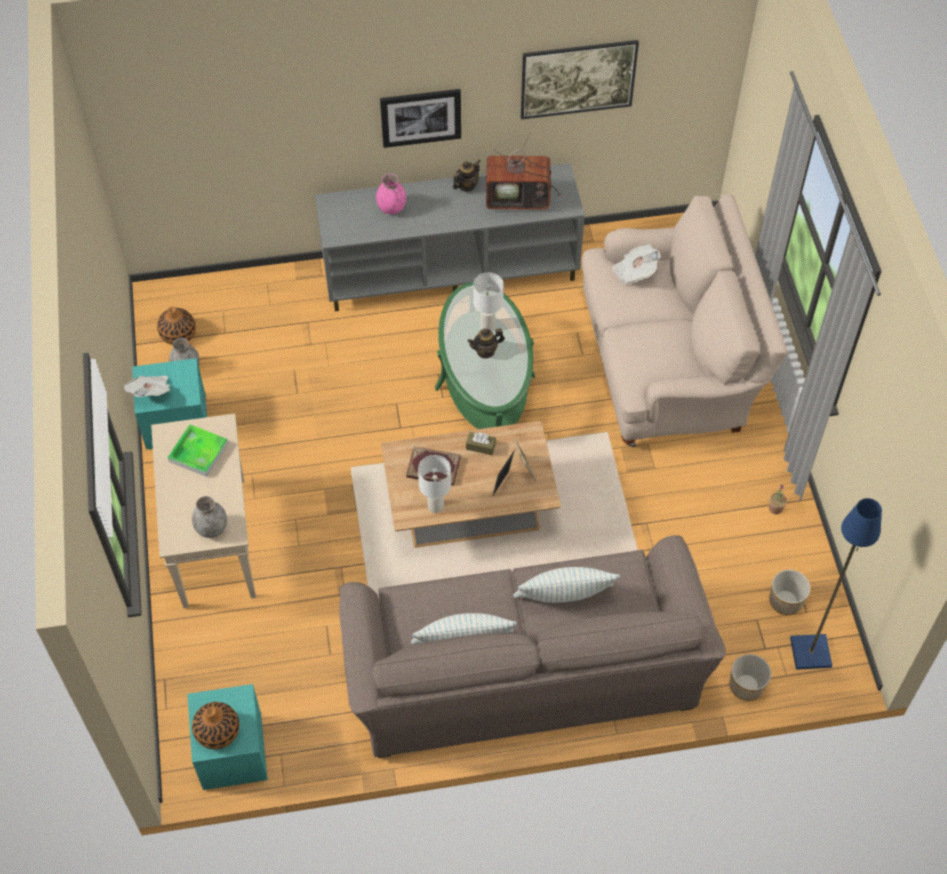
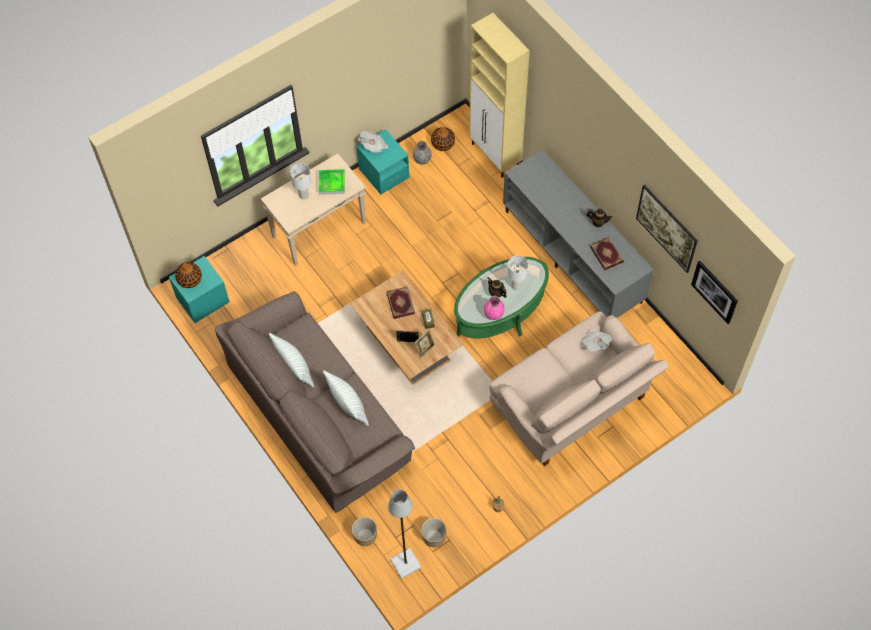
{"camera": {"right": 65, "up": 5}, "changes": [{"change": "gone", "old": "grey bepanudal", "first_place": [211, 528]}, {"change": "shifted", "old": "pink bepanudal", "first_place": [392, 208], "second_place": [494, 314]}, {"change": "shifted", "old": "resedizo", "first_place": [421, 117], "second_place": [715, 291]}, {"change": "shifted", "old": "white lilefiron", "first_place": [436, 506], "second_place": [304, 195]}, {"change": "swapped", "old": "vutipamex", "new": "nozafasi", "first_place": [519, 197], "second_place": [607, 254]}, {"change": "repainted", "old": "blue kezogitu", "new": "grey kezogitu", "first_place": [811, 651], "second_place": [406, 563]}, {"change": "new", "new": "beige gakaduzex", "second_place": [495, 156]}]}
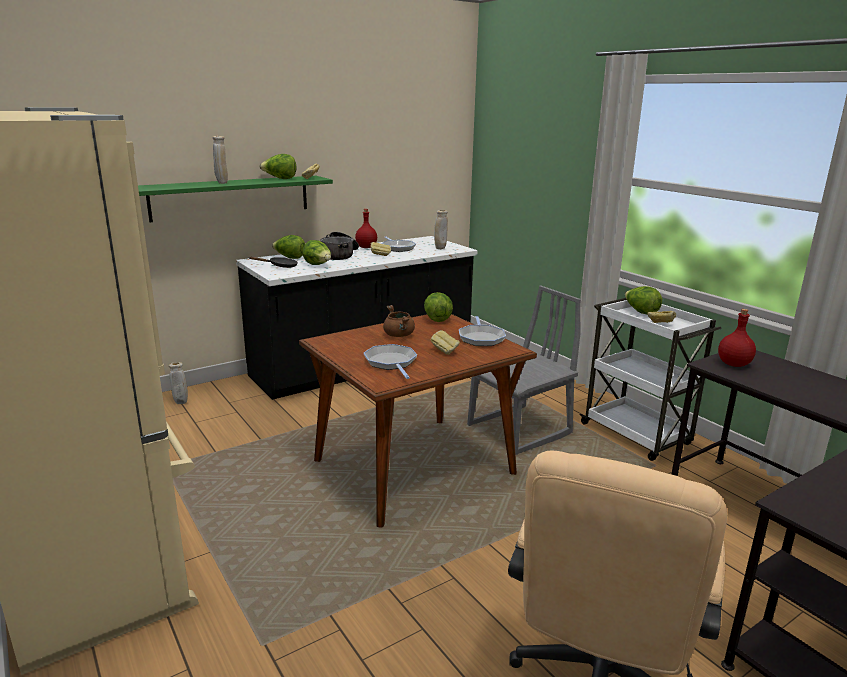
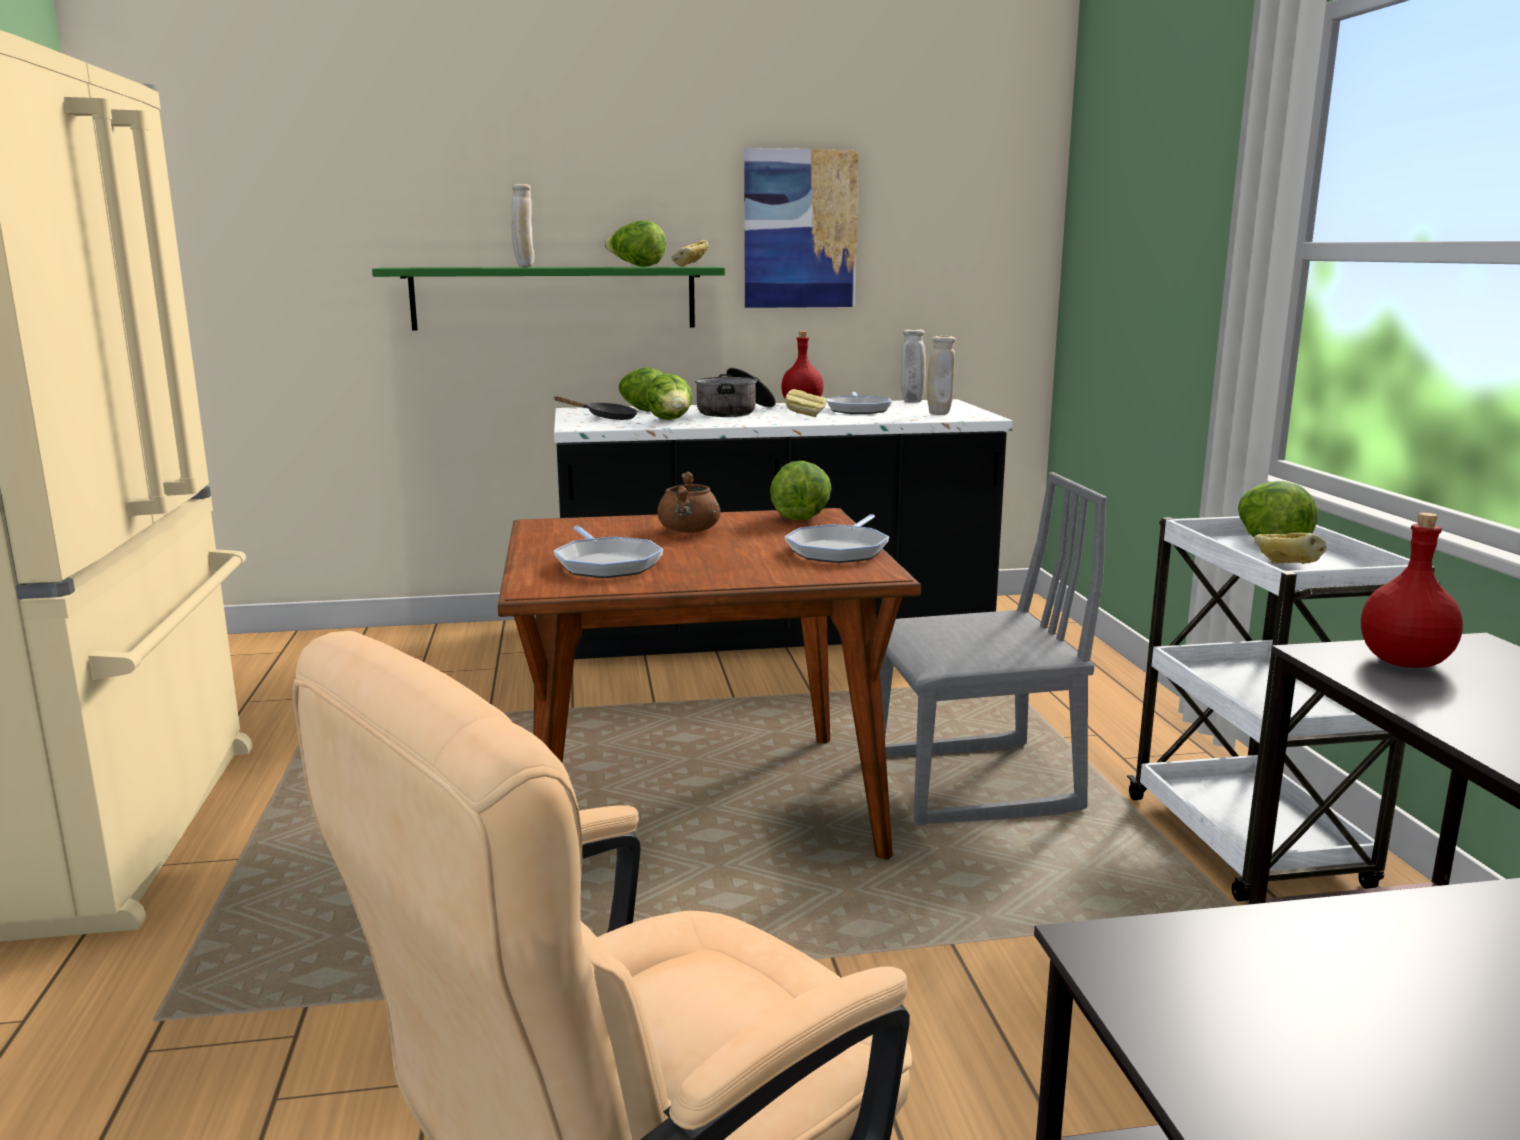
{"camera": {"right": 25, "up": -5}, "changes": [{"change": "shifted", "old": "beige bepanudal", "first_place": [181, 403], "second_place": [912, 402]}, {"change": "rotated", "old": "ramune", "first_place": [391, 363], "second_place": [606, 564], "degrees": 150}, {"change": "gone", "old": "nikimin", "first_place": [445, 351]}, {"change": "new", "new": "resedizo", "second_place": [800, 229]}]}
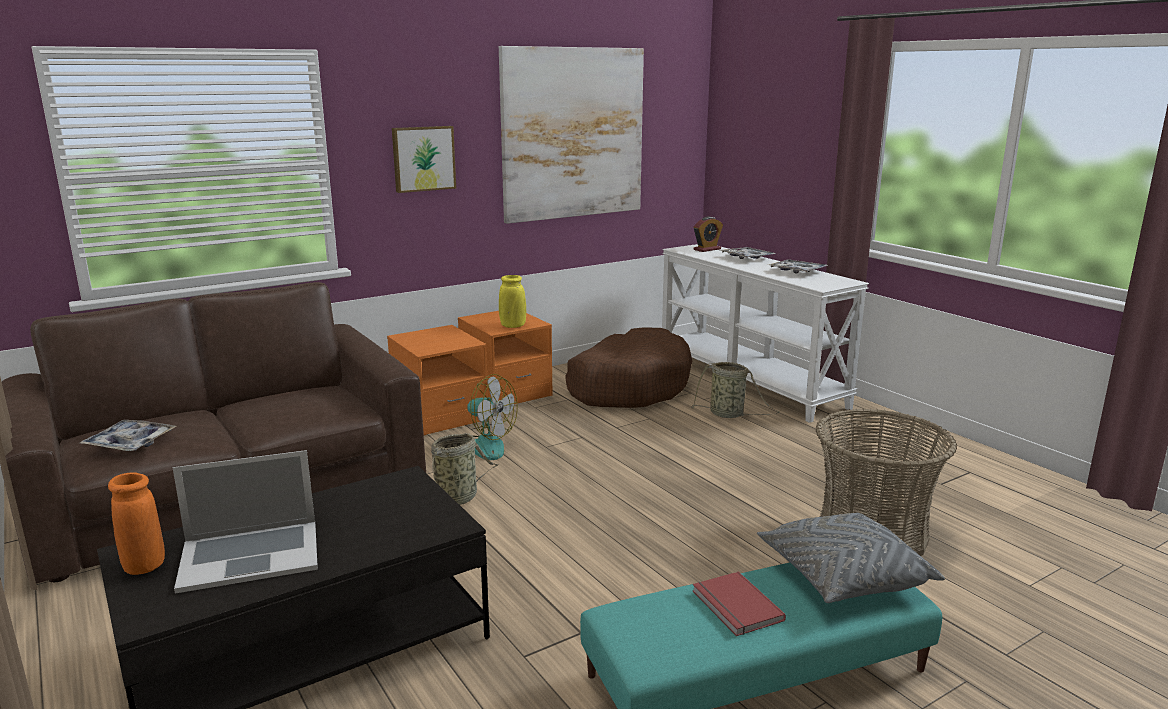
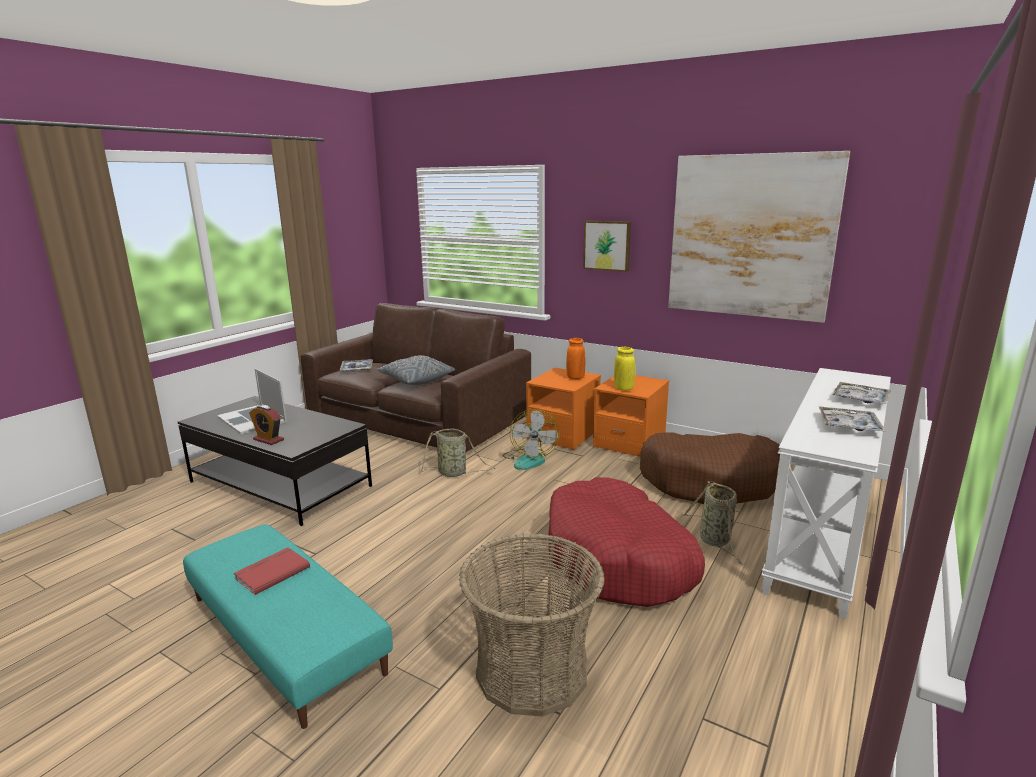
{"camera": {"right": 65, "up": 0}, "changes": [{"change": "shifted", "old": "orange bepanudal", "first_place": [144, 566], "second_place": [575, 377]}, {"change": "shifted", "old": "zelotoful", "first_place": [707, 249], "second_place": [268, 440]}, {"change": "shifted", "old": "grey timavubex", "first_place": [843, 577], "second_place": [416, 380]}, {"change": "new", "new": "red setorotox", "second_place": [618, 559]}]}
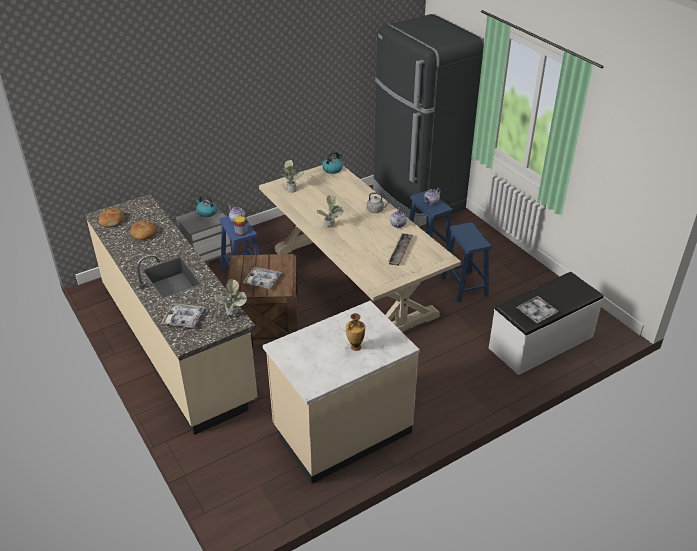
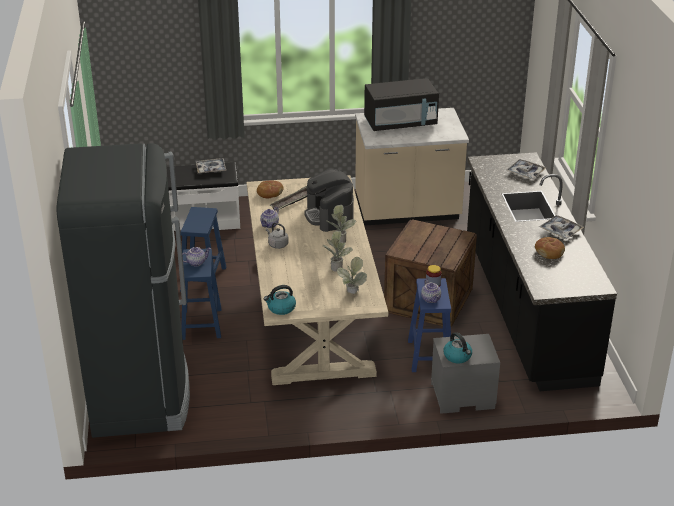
{"camera": {"right": -155, "up": -5}, "changes": [{"change": "repainted", "old": "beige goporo", "new": "black goporo", "first_place": [177, 342], "second_place": [525, 307]}, {"change": "shifted", "old": "nikimin", "first_place": [112, 221], "second_place": [269, 193]}, {"change": "shifted", "old": "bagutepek", "first_place": [233, 316], "second_place": [337, 266]}, {"change": "shifted", "old": "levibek", "first_place": [262, 281], "second_place": [560, 231]}, {"change": "swapped", "old": "bepanudal", "new": "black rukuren", "first_place": [355, 347], "second_place": [400, 123]}, {"change": "new", "new": "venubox", "second_place": [329, 216]}]}
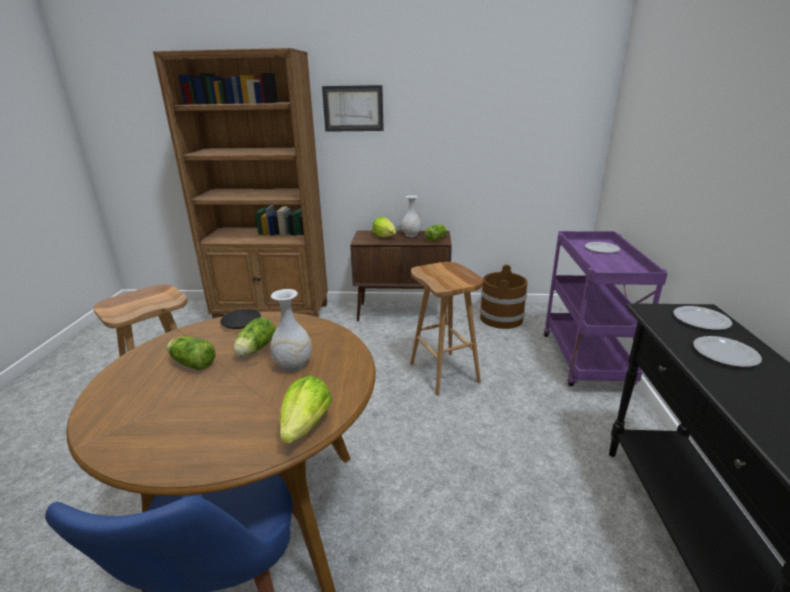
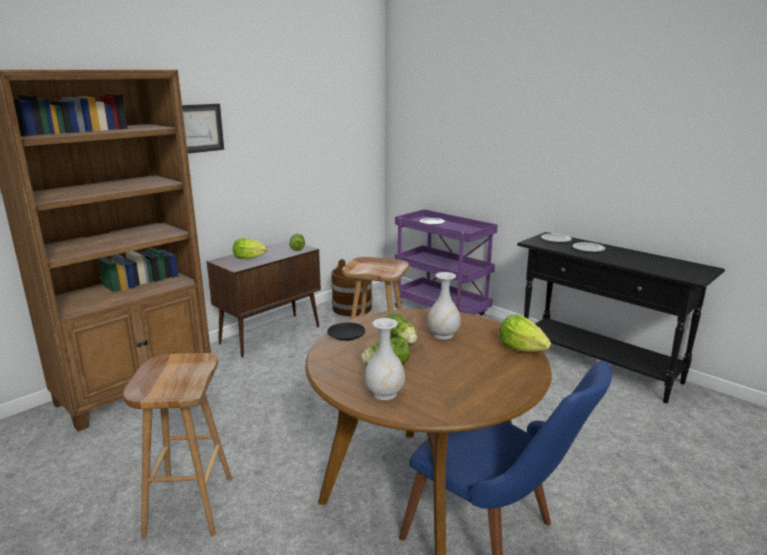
{"camera": {"right": -50, "up": -5}, "changes": [{"change": "shifted", "old": "white bepanudal", "first_place": [411, 235], "second_place": [385, 393]}]}
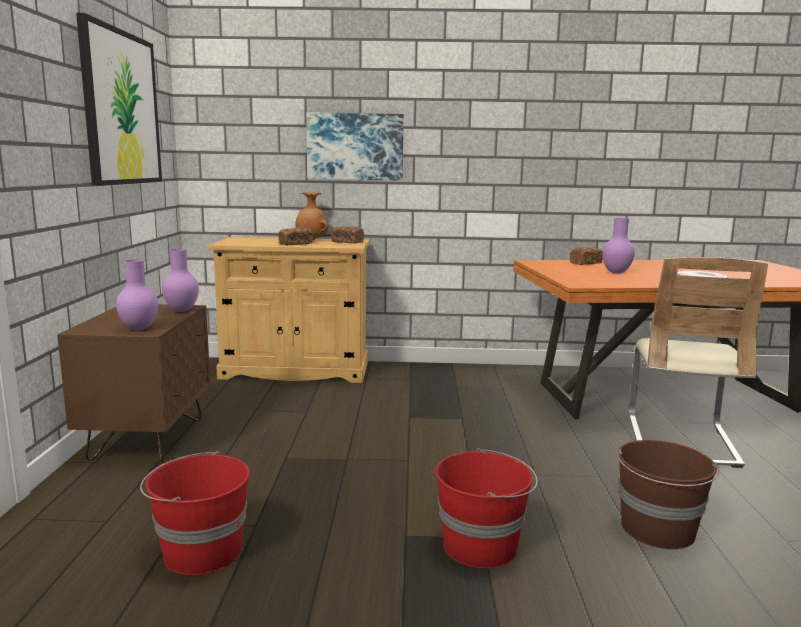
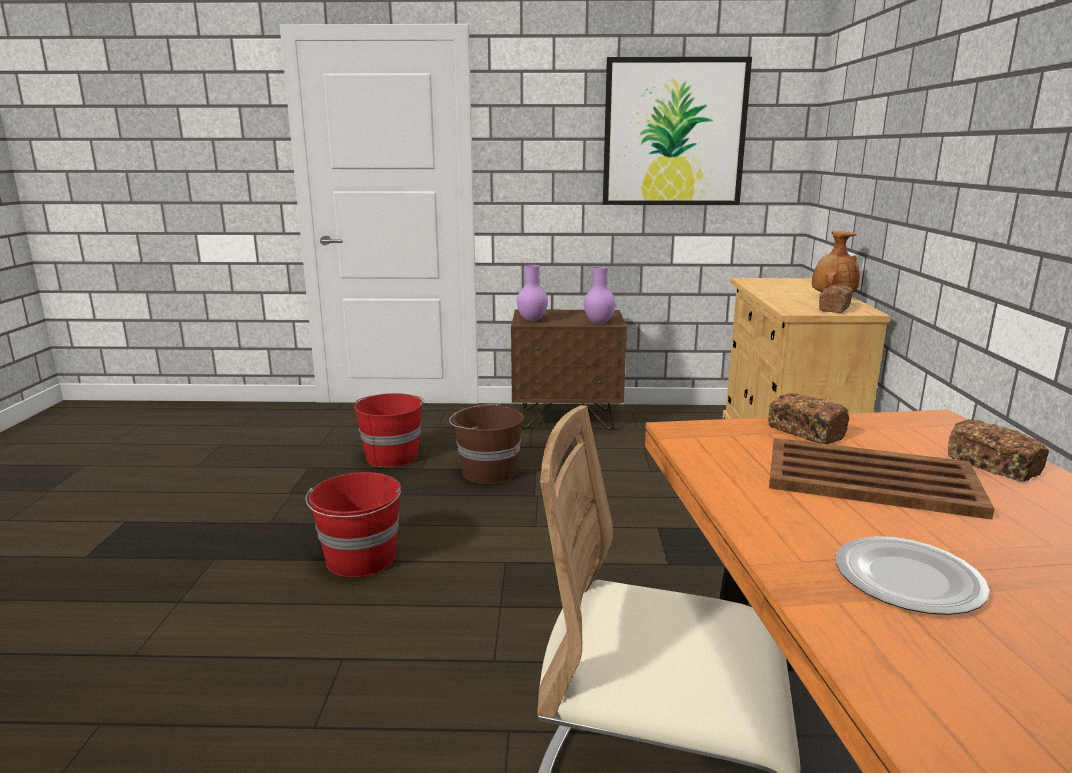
{"camera": {"right": 90, "up": 5}, "changes": [{"change": "shifted", "old": "nikimin", "first_place": [295, 244], "second_place": [805, 432]}, {"change": "gone", "old": "resedizo", "first_place": [355, 146]}, {"change": "swapped", "old": "purple bepanudal", "new": "brown levibek", "first_place": [615, 272], "second_place": [868, 478]}, {"change": "shifted", "old": "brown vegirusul", "first_place": [658, 530], "second_place": [488, 472]}]}
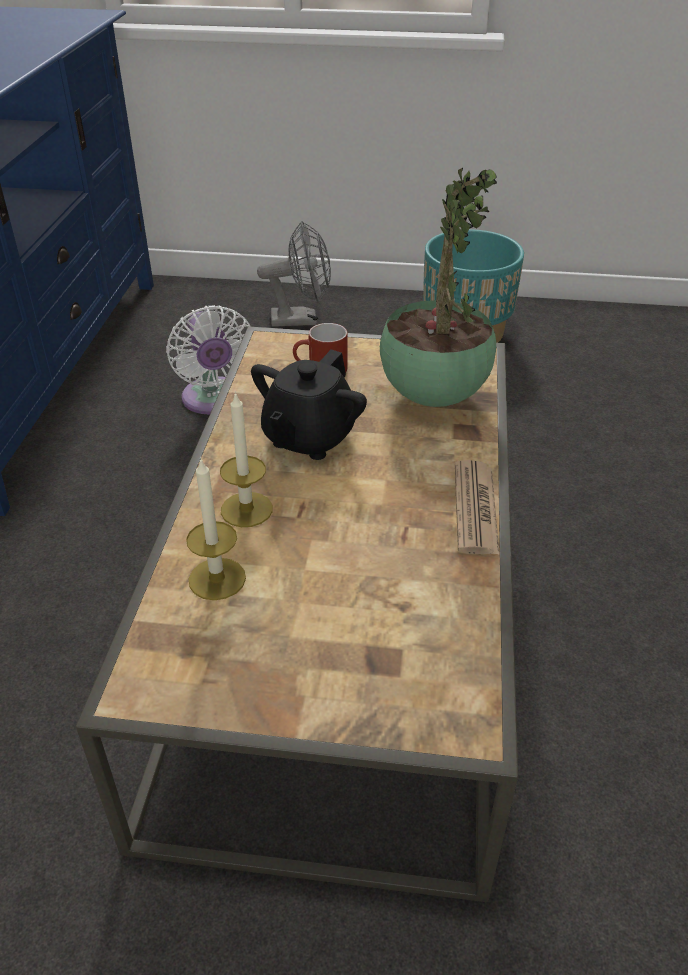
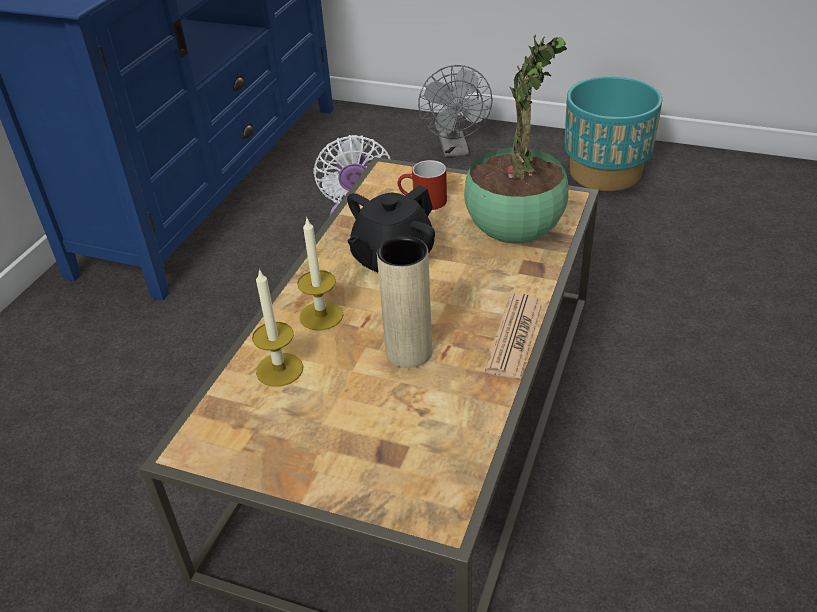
{"camera": {"right": 15, "up": 0}, "changes": [{"change": "rotated", "old": "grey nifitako", "first_place": [302, 319], "second_place": [455, 150], "degrees": 75}, {"change": "new", "new": "beige bepanudal", "second_place": [409, 352]}]}
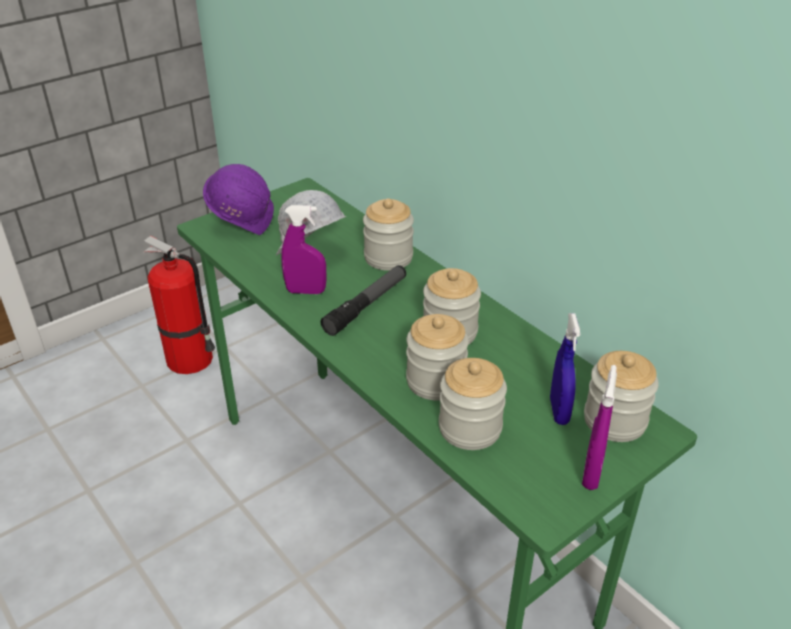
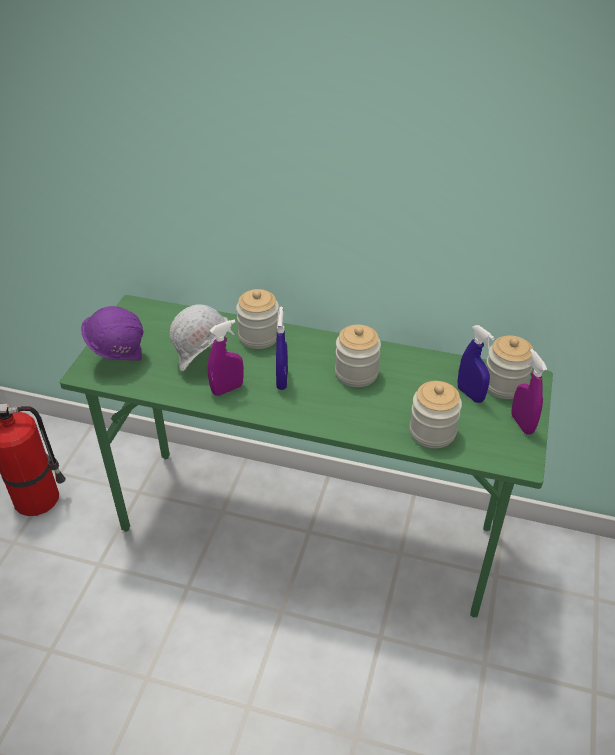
{"camera": {"right": -35, "up": 5}, "changes": [{"change": "swapped", "old": "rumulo", "new": "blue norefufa", "first_place": [366, 305], "second_place": [282, 380]}, {"change": "gone", "old": "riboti", "first_place": [435, 381]}]}
